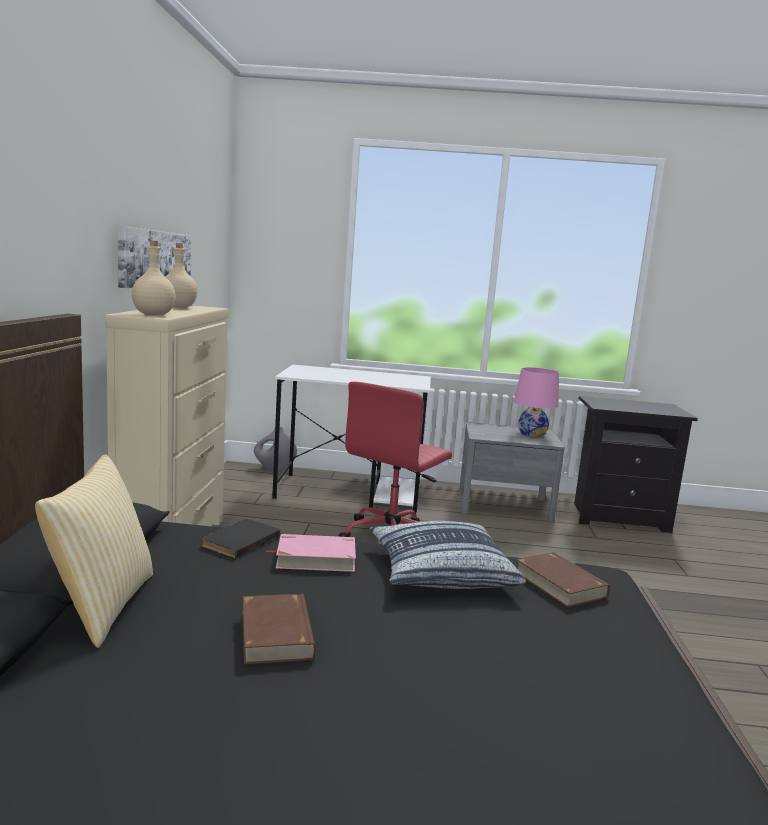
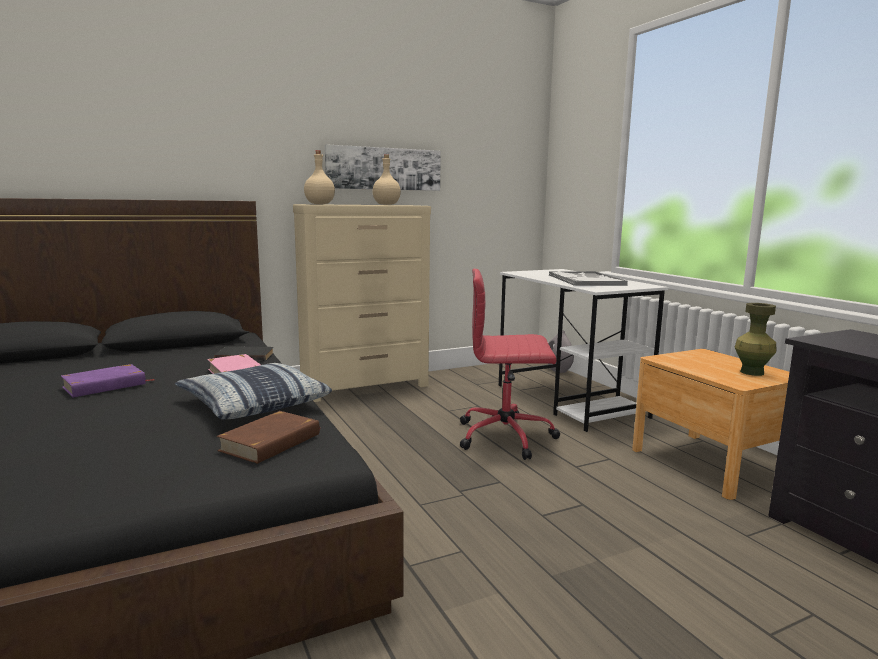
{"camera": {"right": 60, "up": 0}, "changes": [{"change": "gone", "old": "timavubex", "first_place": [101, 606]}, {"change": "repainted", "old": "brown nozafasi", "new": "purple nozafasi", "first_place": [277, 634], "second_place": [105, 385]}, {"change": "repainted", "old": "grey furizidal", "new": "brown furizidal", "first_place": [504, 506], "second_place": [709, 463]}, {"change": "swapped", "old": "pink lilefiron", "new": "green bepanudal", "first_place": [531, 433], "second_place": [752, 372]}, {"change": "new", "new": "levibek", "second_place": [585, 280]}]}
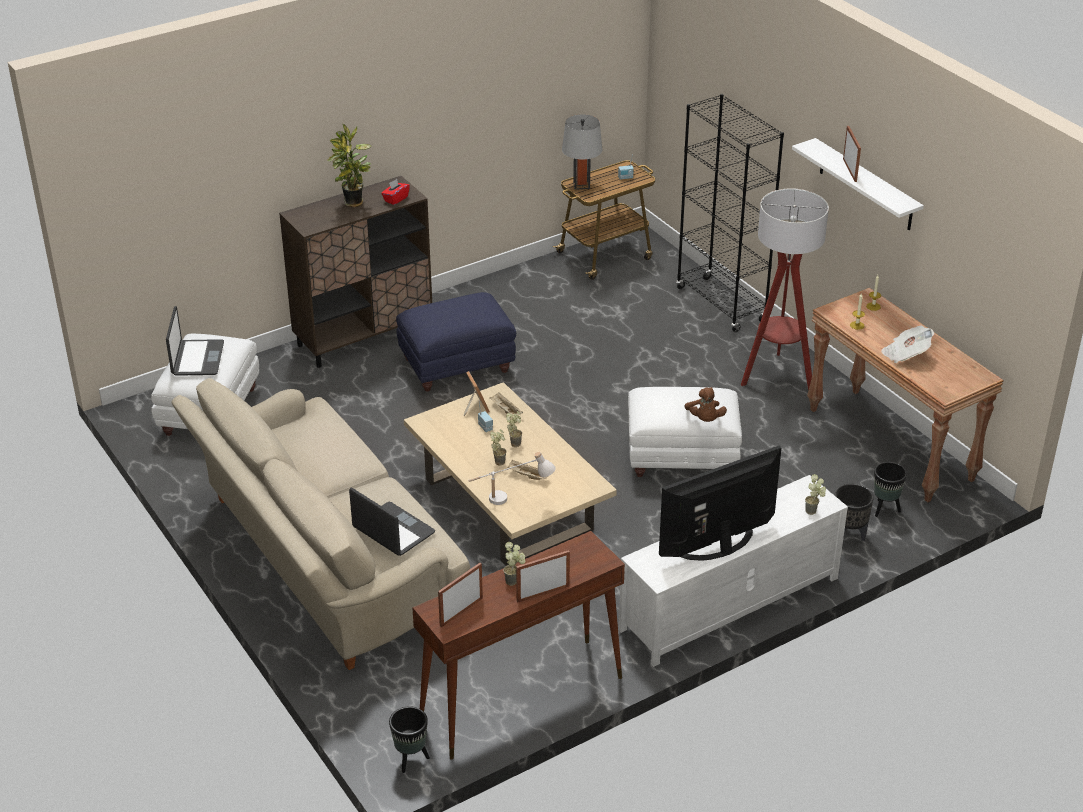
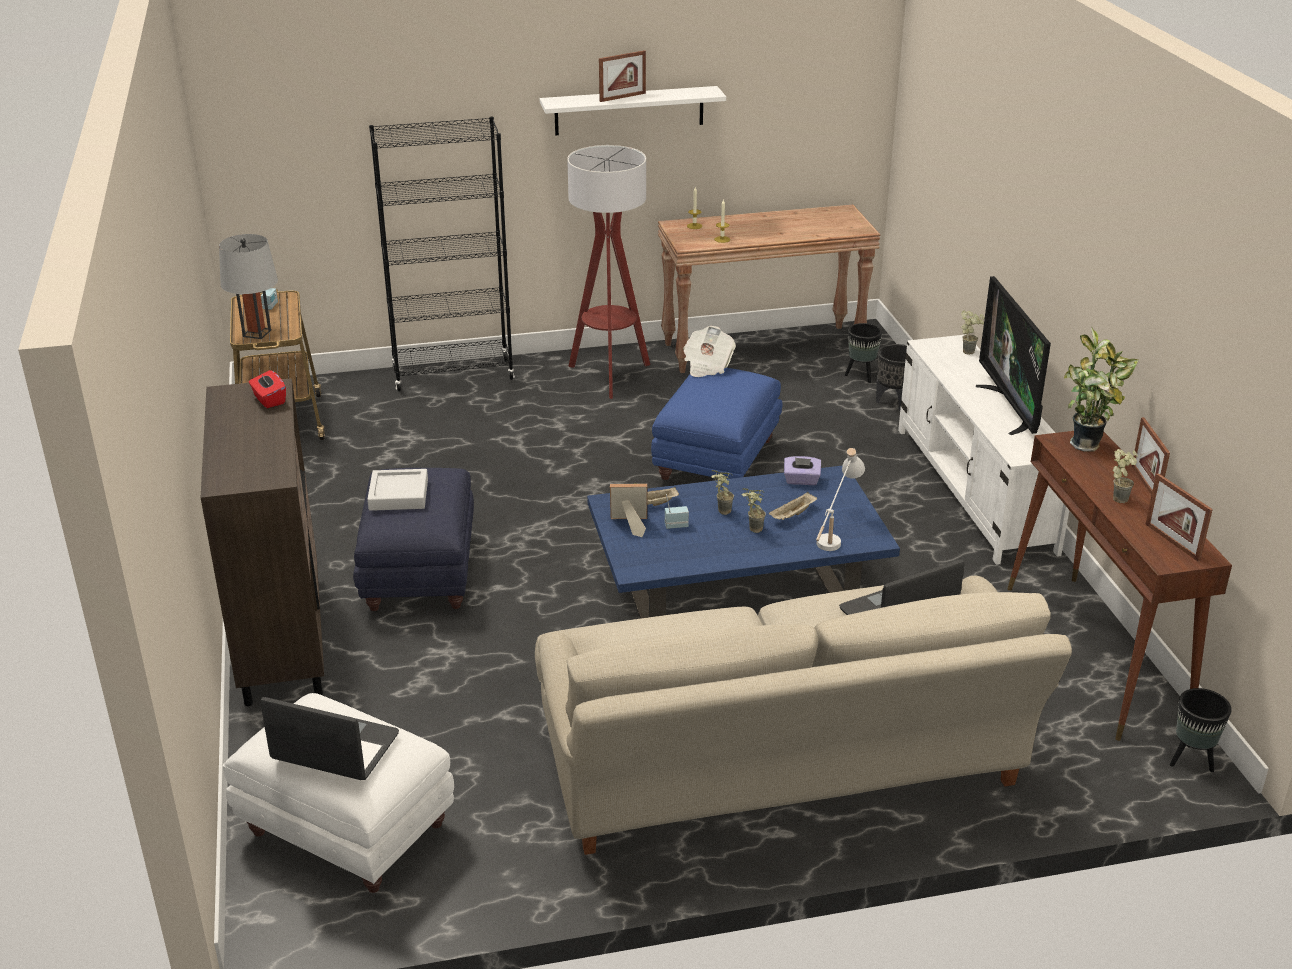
{"camera": {"right": -70, "up": -5}, "changes": [{"change": "shifted", "old": "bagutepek", "first_place": [353, 204], "second_place": [1088, 445]}, {"change": "repainted", "old": "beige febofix", "new": "blue febofix", "first_place": [506, 504], "second_place": [735, 593]}, {"change": "repainted", "old": "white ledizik", "new": "blue ledizik", "first_place": [680, 458], "second_place": [716, 461]}, {"change": "gone", "old": "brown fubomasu", "first_place": [704, 419]}, {"change": "rotated", "old": "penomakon", "first_place": [849, 170], "second_place": [622, 97], "degrees": 135}, {"change": "shifted", "old": "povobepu", "first_place": [905, 354], "second_place": [707, 365]}, {"change": "new", "new": "grey levibek", "second_place": [398, 495]}, {"change": "new", "new": "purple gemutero", "second_place": [801, 480]}]}
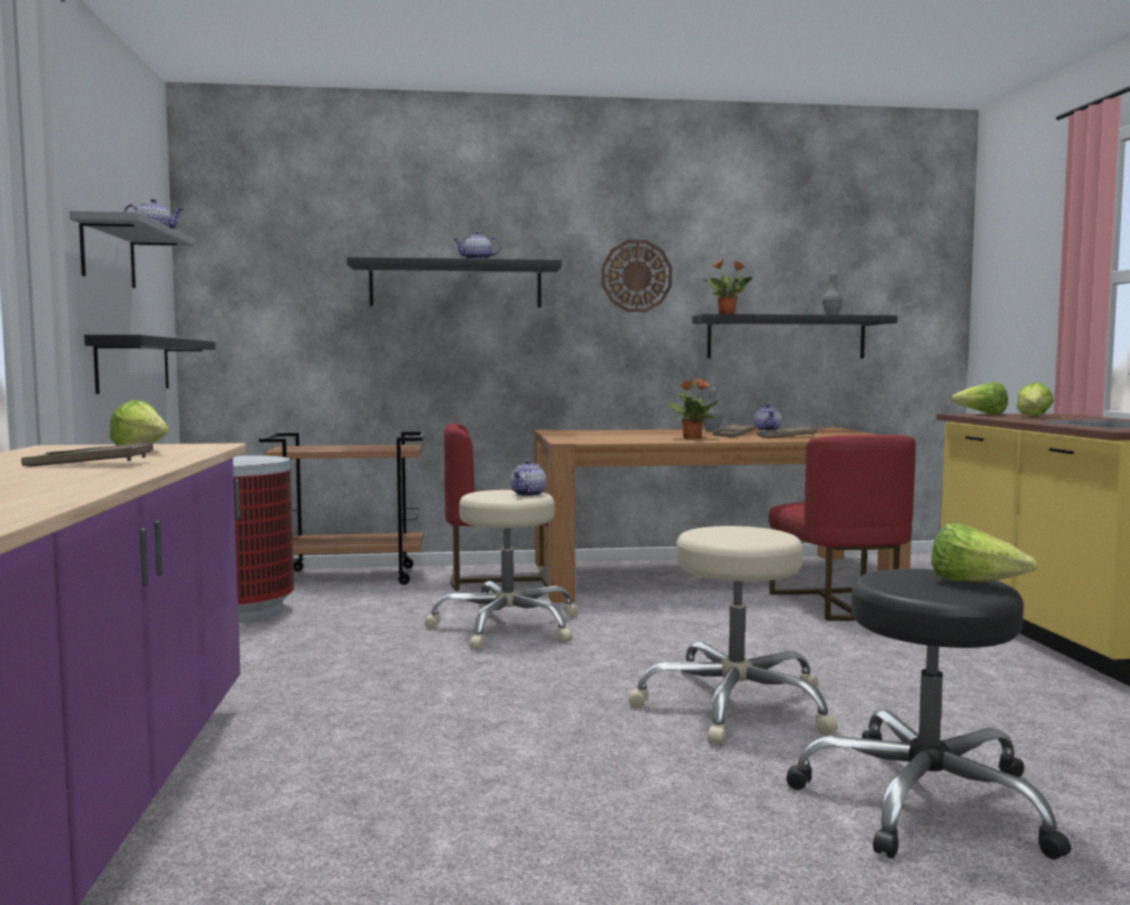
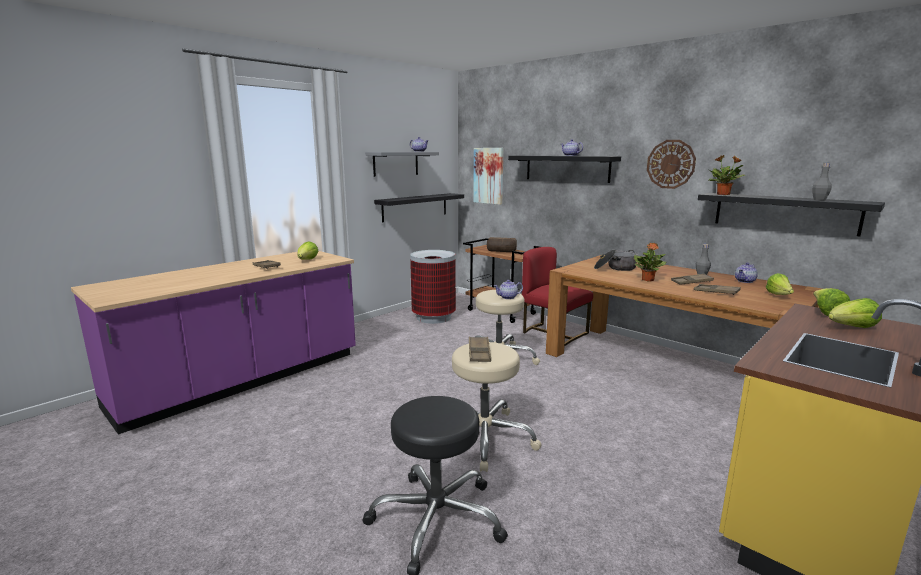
{"camera": {"right": 50, "up": 10}, "changes": [{"change": "gone", "old": "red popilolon", "first_place": [838, 605]}, {"change": "shifted", "old": "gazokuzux", "first_place": [974, 584], "second_place": [779, 296]}, {"change": "new", "new": "brown levibek", "second_place": [479, 352]}, {"change": "new", "new": "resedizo", "second_place": [488, 175]}, {"change": "new", "new": "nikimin", "second_place": [501, 251]}, {"change": "new", "new": "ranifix", "second_place": [615, 268]}]}
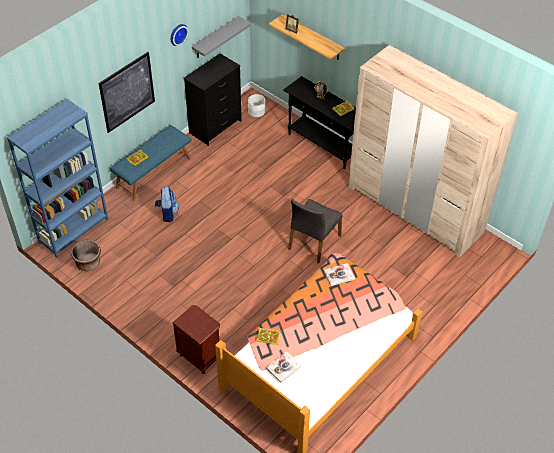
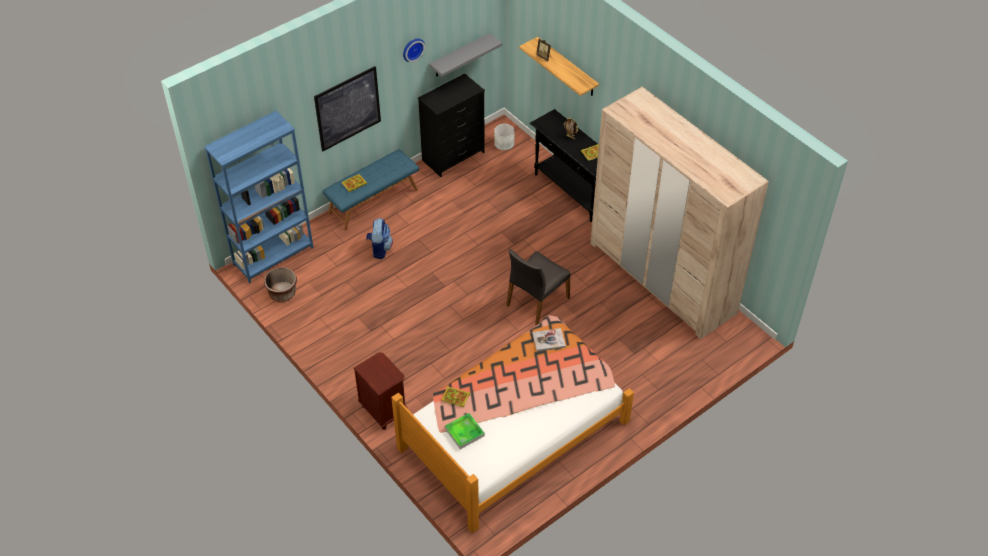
{"camera": {"right": 10, "up": 0}, "changes": [{"change": "swapped", "old": "nozafasi", "new": "levibek", "first_place": [283, 367], "second_place": [464, 432]}]}
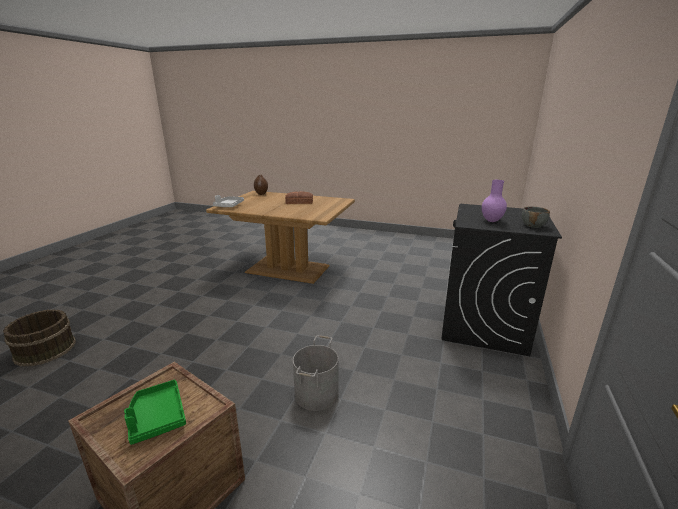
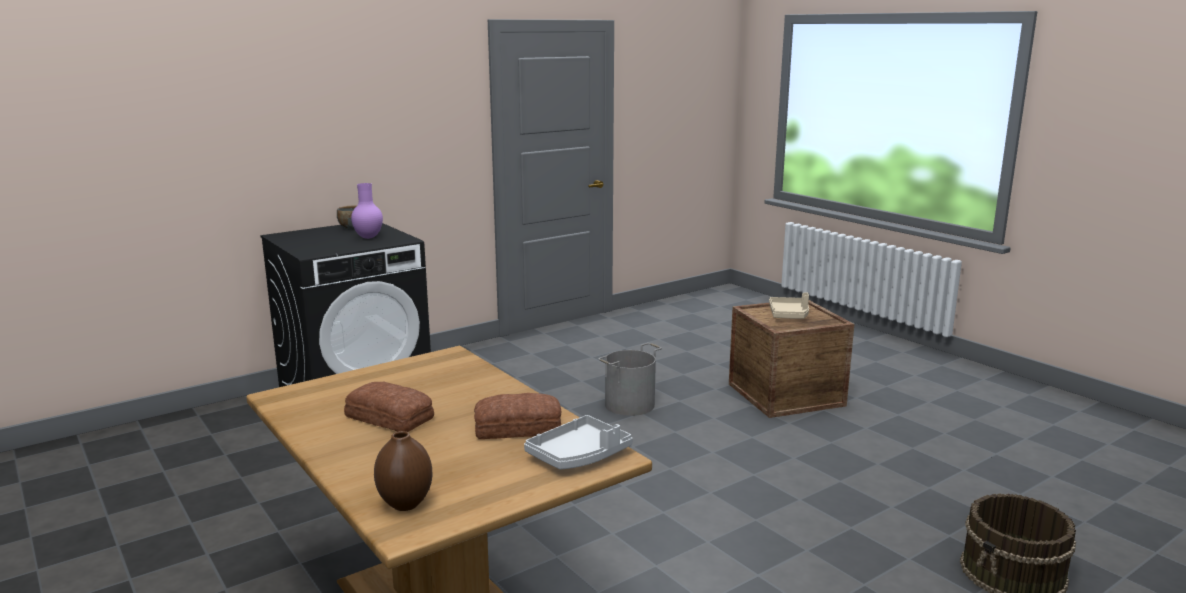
{"camera": {"right": -145, "up": -5}, "changes": [{"change": "repainted", "old": "green levibek", "new": "beige levibek", "first_place": [157, 417], "second_place": [789, 315]}, {"change": "new", "new": "nikimin", "second_place": [519, 428]}]}
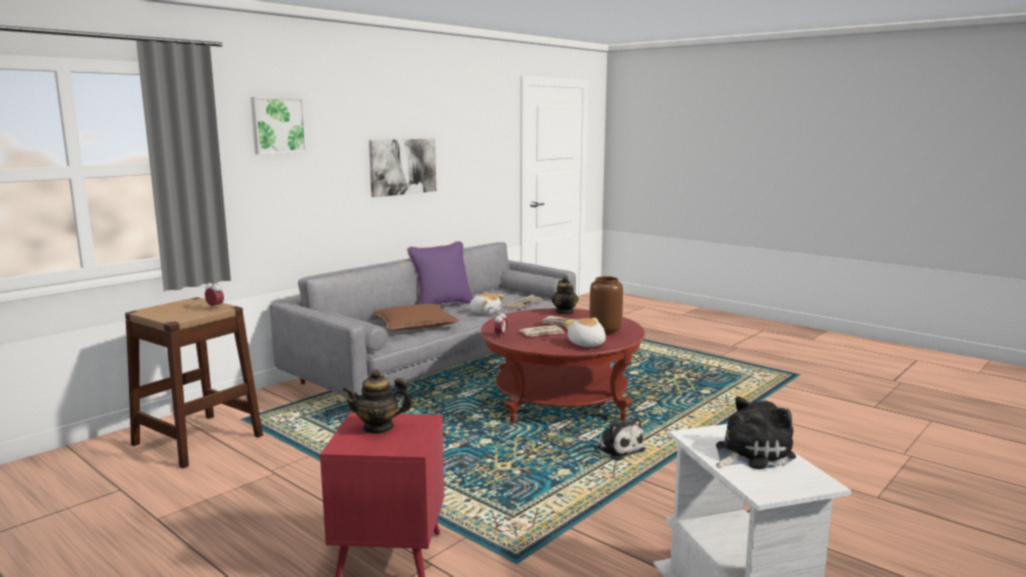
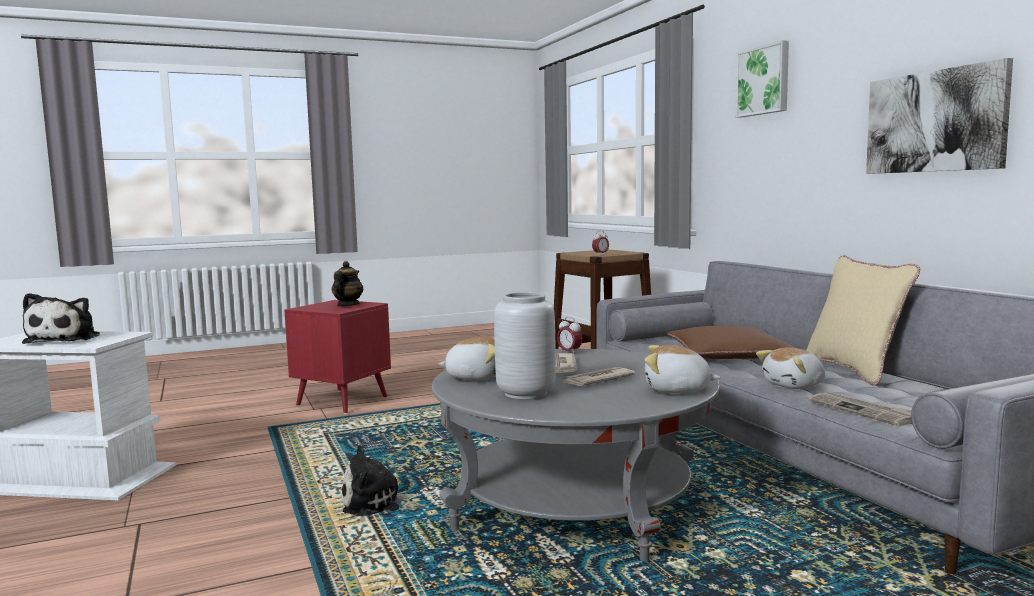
{"camera": {"right": 115, "up": -5}, "changes": [{"change": "repainted", "old": "purple timavubex", "new": "beige timavubex", "first_place": [442, 305], "second_place": [854, 371]}, {"change": "repainted", "old": "red febofix", "new": "grey febofix", "first_place": [561, 401], "second_place": [575, 505]}, {"change": "swapped", "old": "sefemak", "new": "fubomasu", "first_place": [564, 312], "second_place": [677, 390]}, {"change": "repainted", "old": "brown bepanudal", "new": "grey bepanudal", "first_place": [605, 331], "second_place": [526, 394]}]}
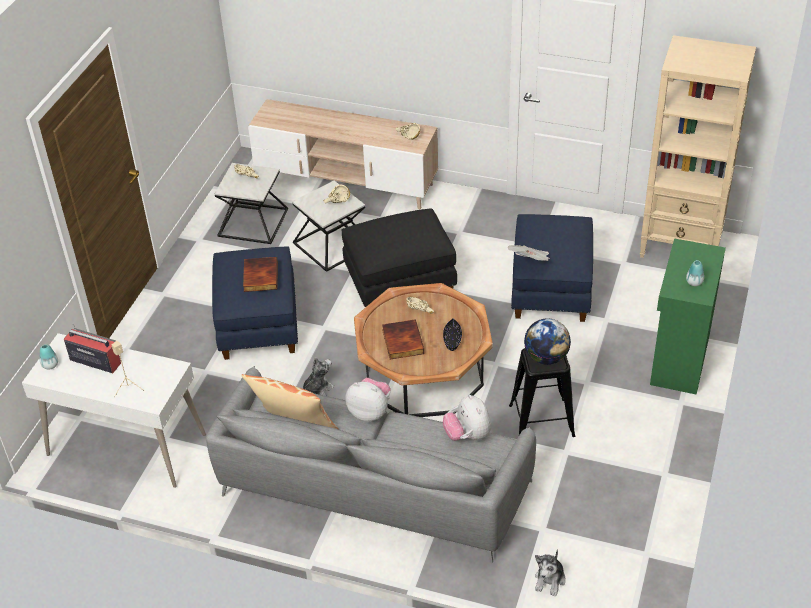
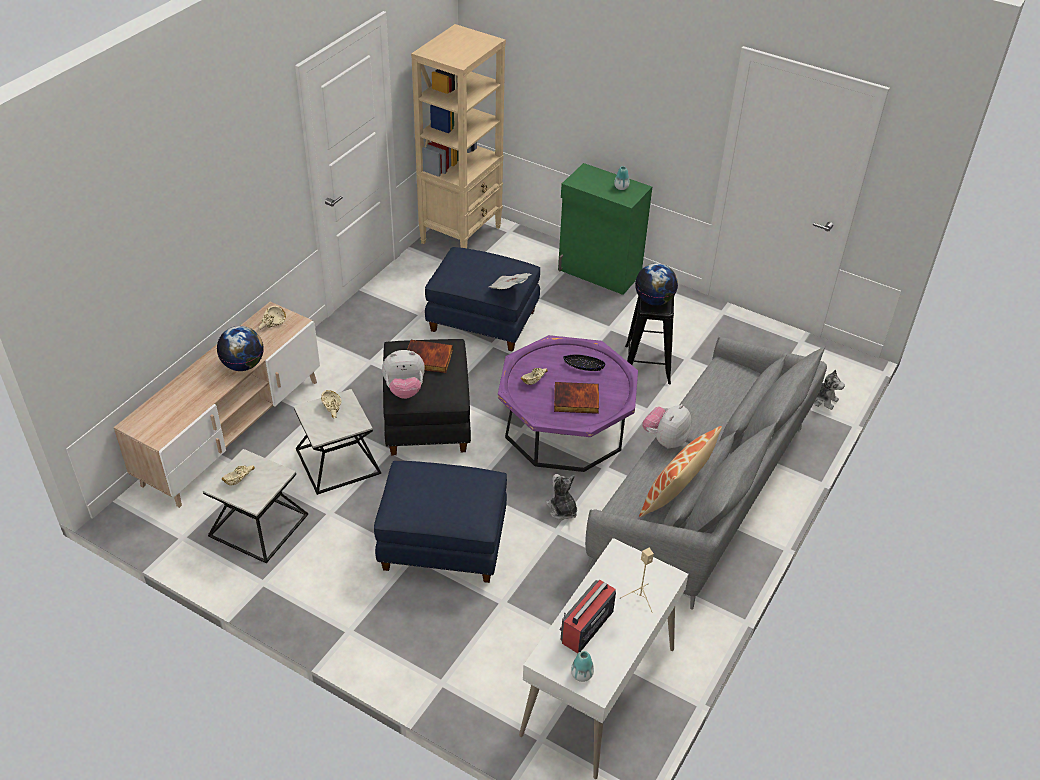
{"camera": {"right": -80, "up": 0}, "changes": [{"change": "shifted", "old": "nozafasi", "first_place": [259, 276], "second_place": [427, 359]}, {"change": "repainted", "old": "brown febofix", "new": "purple febofix", "first_place": [423, 374], "second_place": [565, 427]}, {"change": "shifted", "old": "fubomasu", "first_place": [467, 435], "second_place": [404, 390]}, {"change": "new", "new": "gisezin", "second_place": [243, 365]}]}
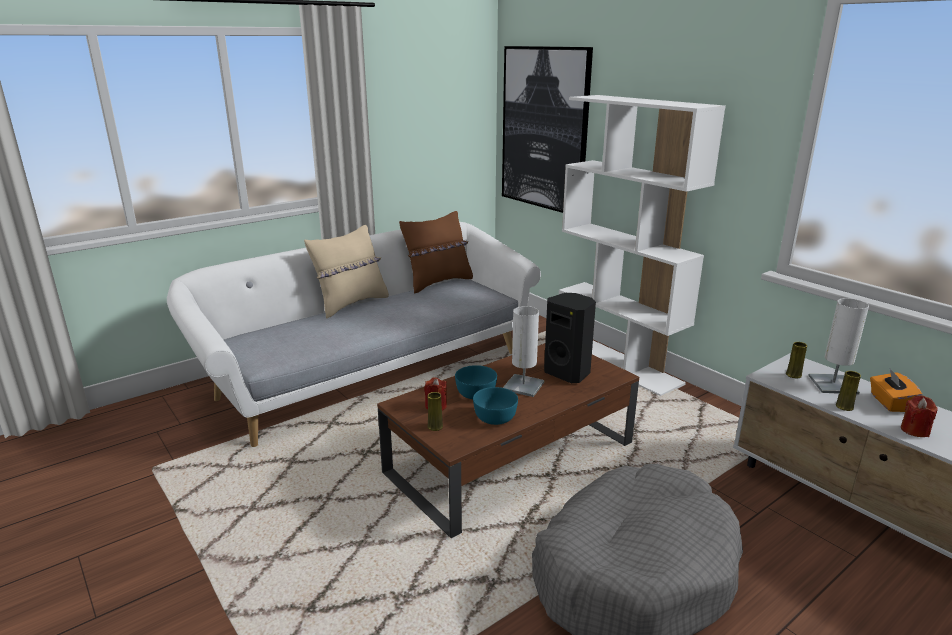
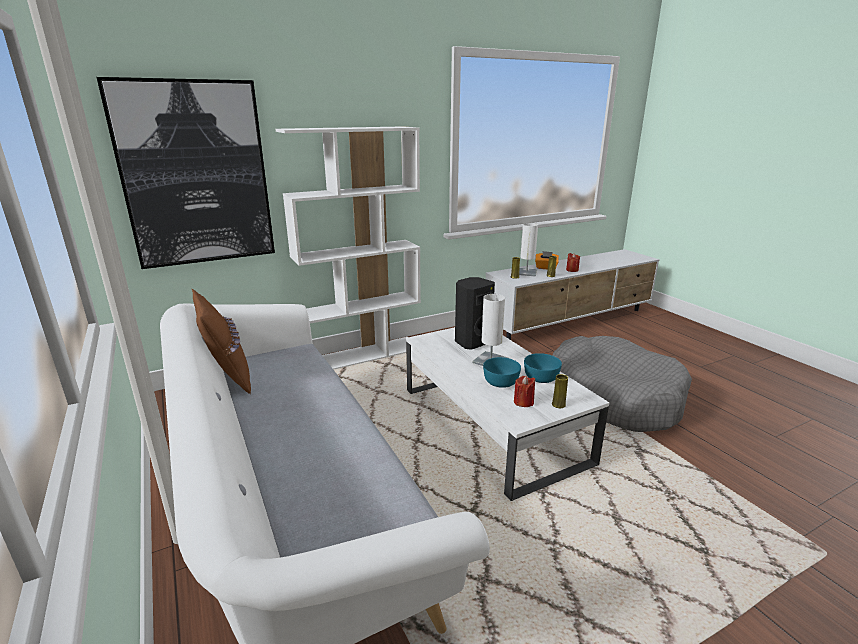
{"camera": {"right": -80, "up": 0}, "changes": [{"change": "gone", "old": "beige timavubex", "first_place": [351, 304]}, {"change": "repainted", "old": "brown febofix", "new": "white febofix", "first_place": [512, 457], "second_place": [491, 423]}]}
